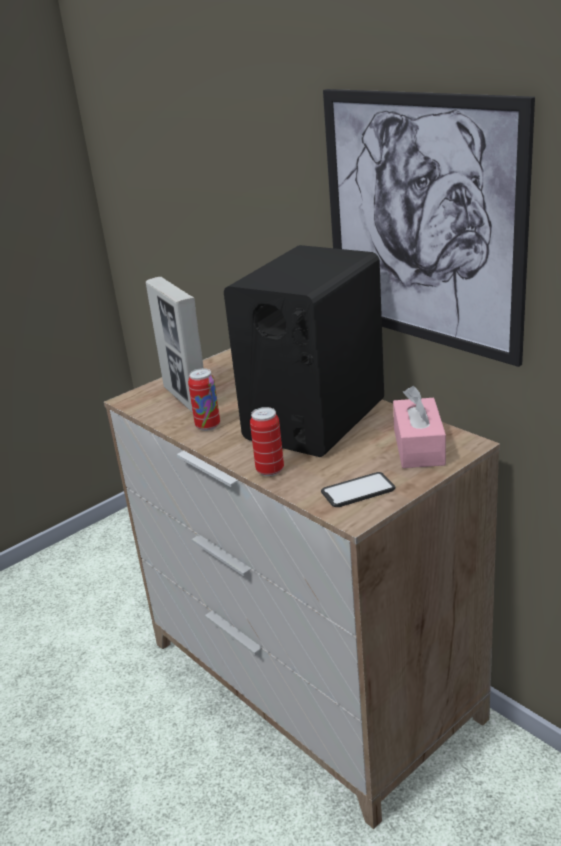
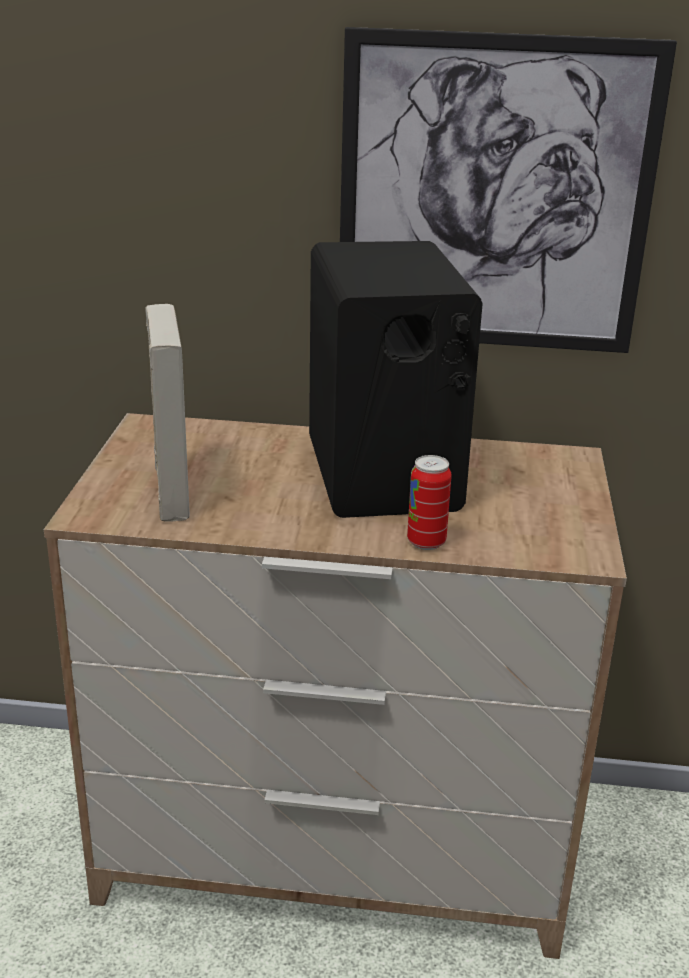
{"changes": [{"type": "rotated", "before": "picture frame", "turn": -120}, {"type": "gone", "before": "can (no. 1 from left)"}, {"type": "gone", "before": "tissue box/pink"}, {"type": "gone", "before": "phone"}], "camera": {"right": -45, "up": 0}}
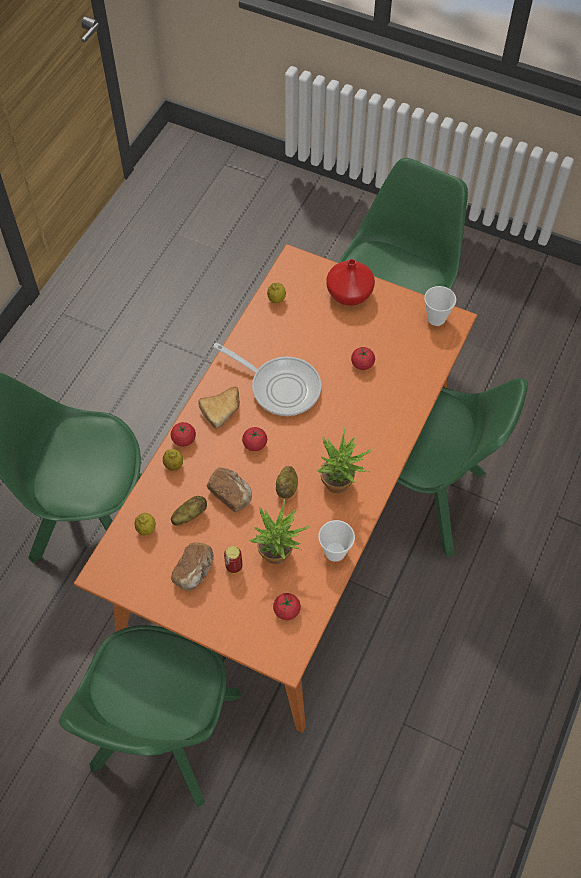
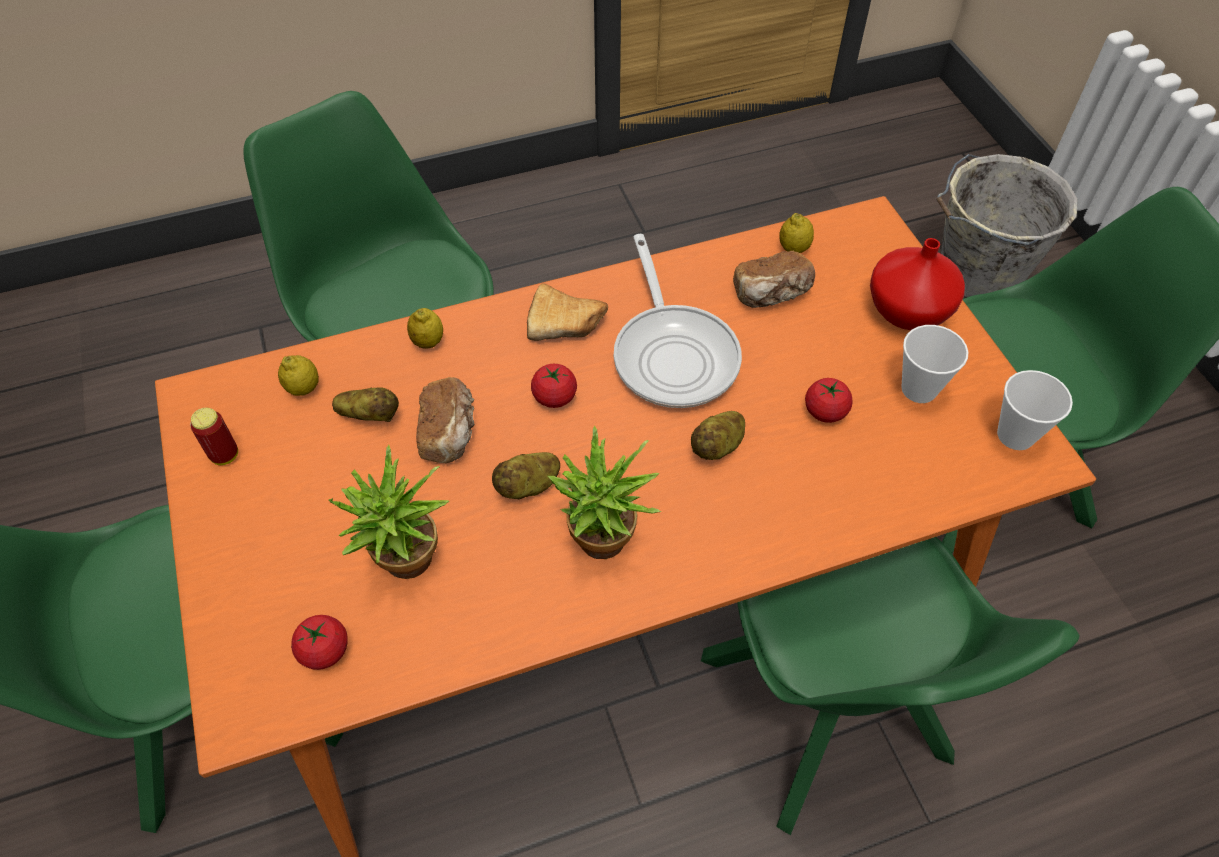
{"changes": [{"type": "gone", "before": "tomato (no. 1 from left)"}, {"type": "shifted", "before": "cup (no. 1 from left)"}, {"type": "shifted", "before": "bread (no. 1 from left in the first image)", "after": "bread (no. 3 from left)"}, {"type": "shifted", "before": "can"}, {"type": "new", "after": "bucket/grey"}, {"type": "new", "after": "potato (no. 3 from left)"}], "camera": {"right": 45, "up": -5}}
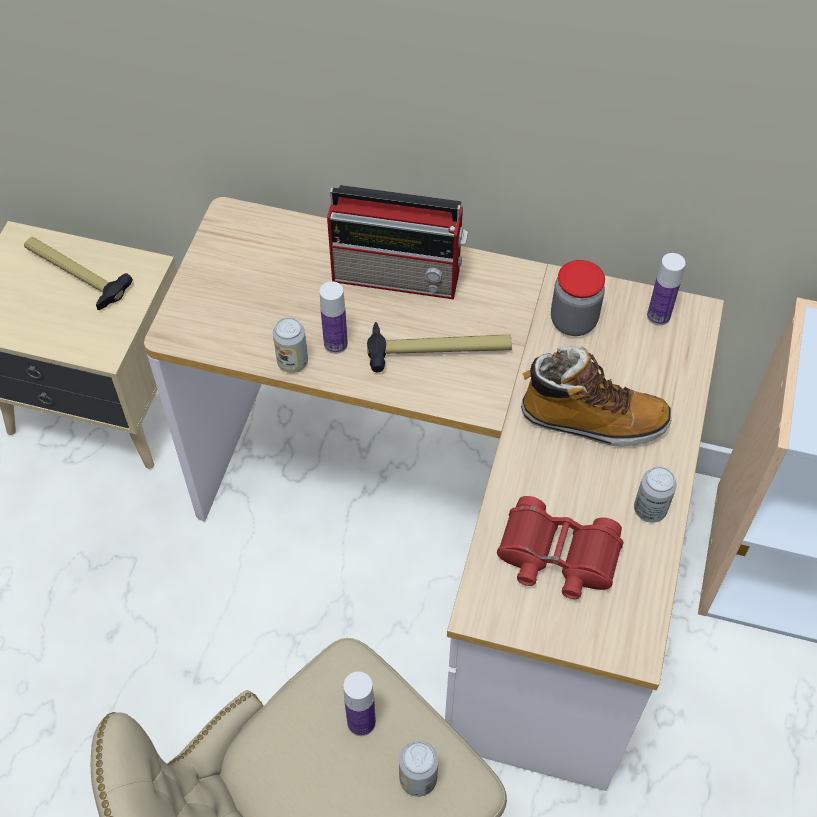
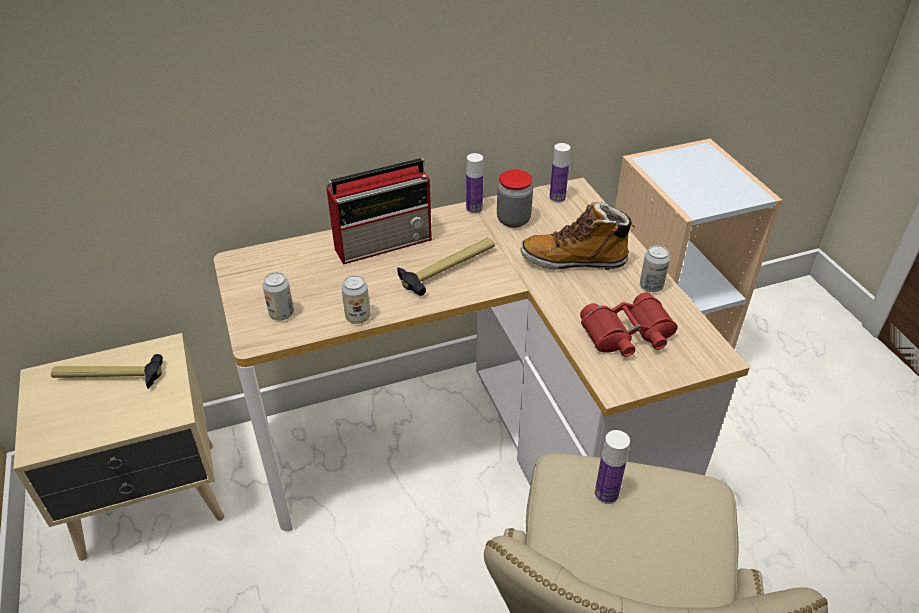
{"changes": [{"type": "shifted", "before": "bottle (no. 1 from left)"}, {"type": "rotated", "before": "boot", "turn": -150}, {"type": "shifted", "before": "can (no. 2 from left in the first image)", "after": "can (no. 1 from left)"}], "camera": {"right": -35, "up": -15}}
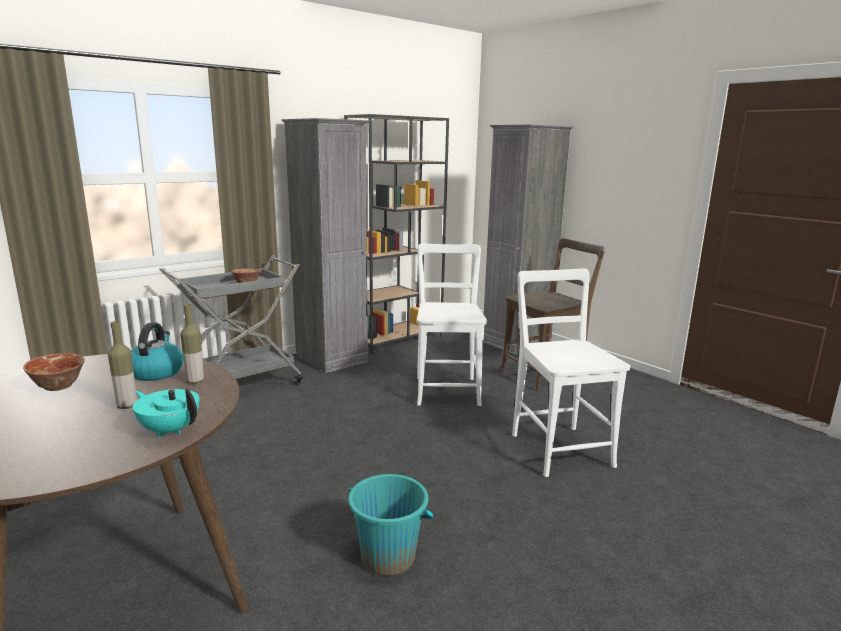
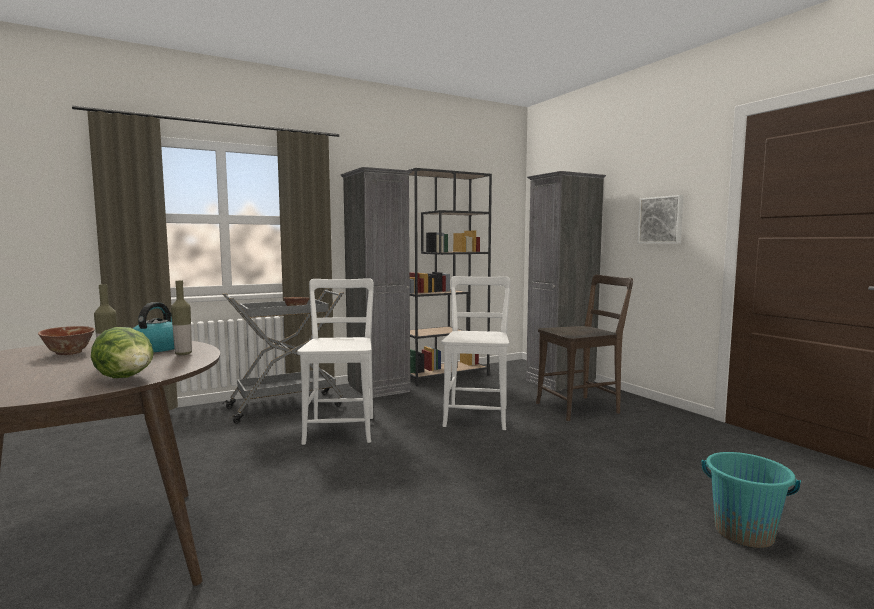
{"changes": [{"type": "shifted", "before": "chair/white (no. 2 from left in the first image)", "after": "chair/white (no. 1 from left)"}, {"type": "swapped", "before": "teapot/turquoise", "after": "lettuce"}, {"type": "shifted", "before": "bucket/turquoise"}, {"type": "new", "after": "picture"}], "camera": {"right": 10, "up": -10}}
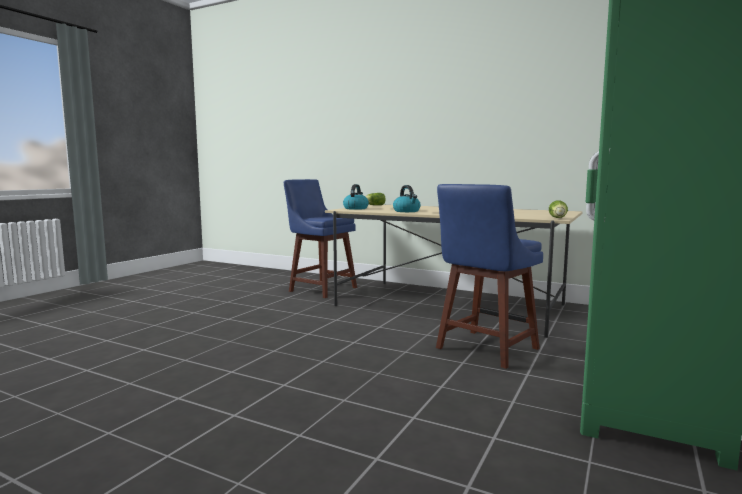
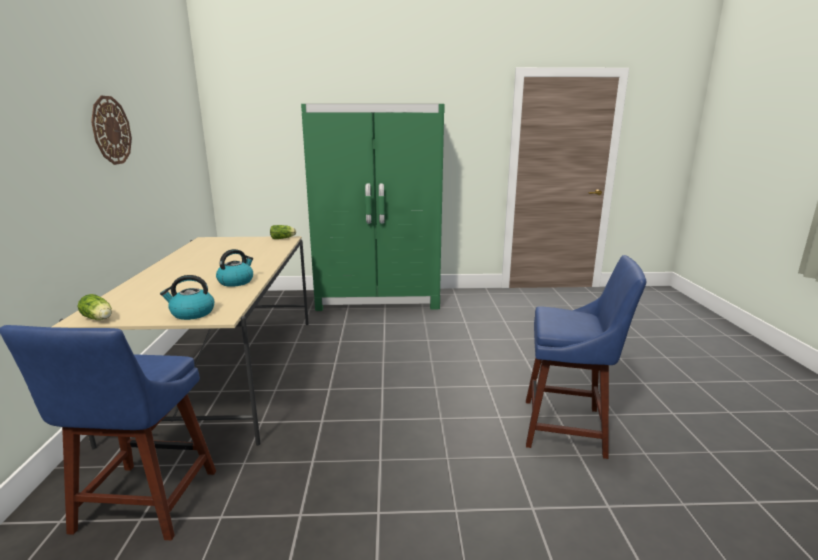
{"changes": [{"type": "shifted", "before": "chair/blue (no. 2 from left)"}, {"type": "new", "after": "wall clock"}], "camera": {"right": -120, "up": 10}}
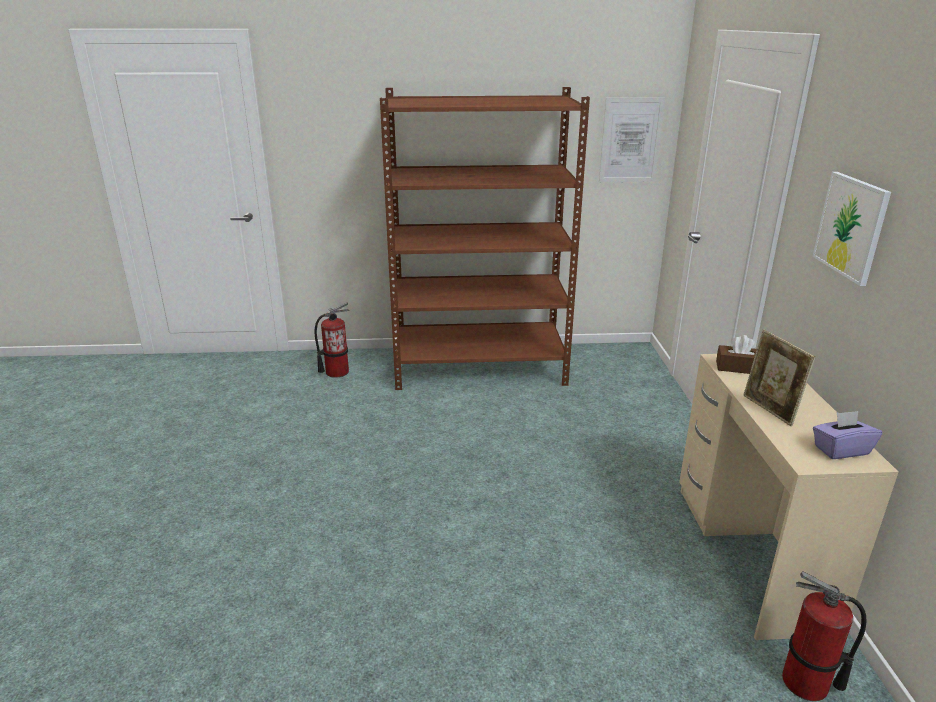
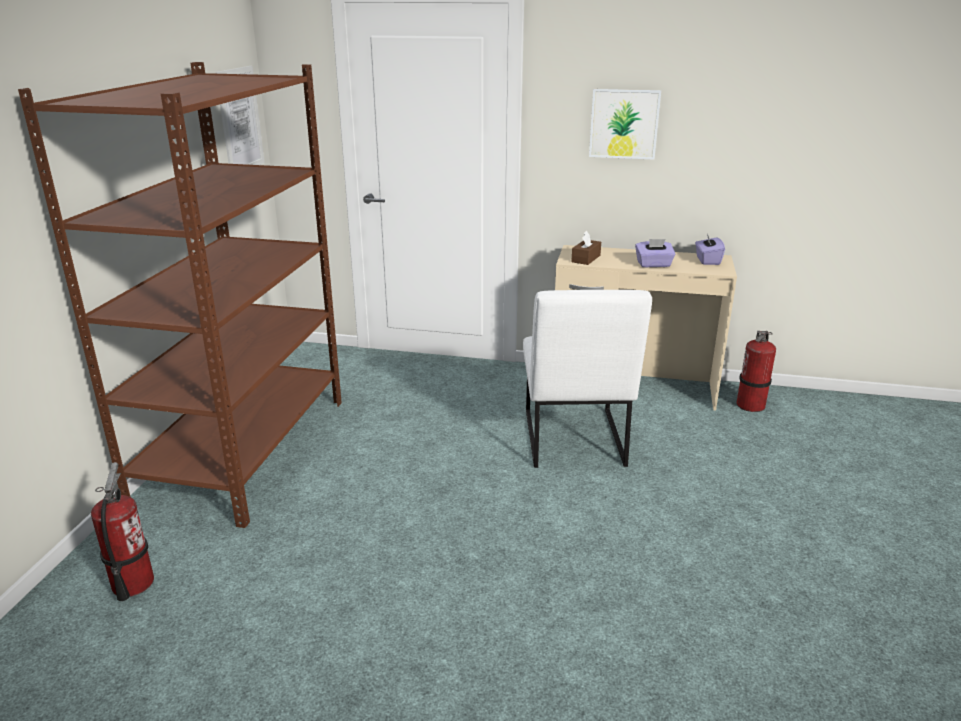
{"changes": [{"type": "swapped", "before": "picture frame", "after": "tissue box/purple (no. 1 from left)"}, {"type": "new", "after": "chair/white"}], "camera": {"right": -75, "up": 0}}
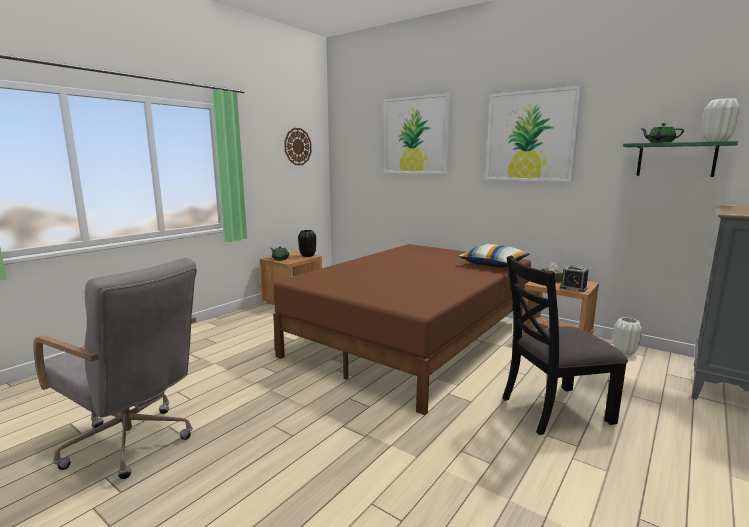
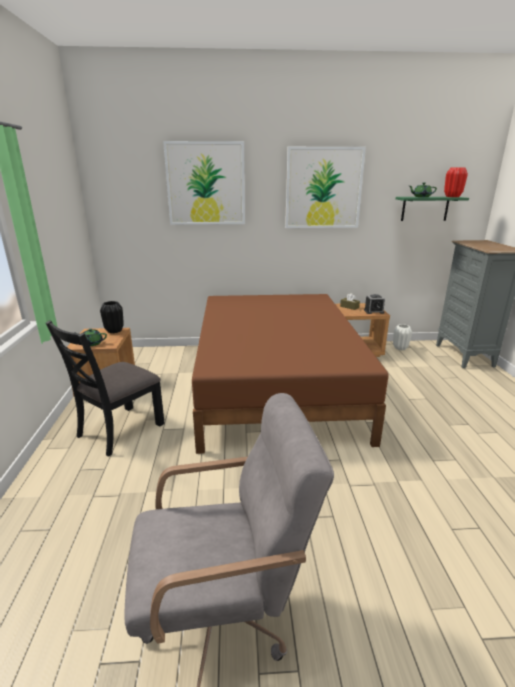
{"changes": [{"type": "repainted", "before": "vase/white (no. 2 from left)", "after": "vase/red"}, {"type": "gone", "before": "wall clock"}, {"type": "gone", "before": "pillow"}, {"type": "shifted", "before": "chair/black"}], "camera": {"right": -40, "up": 10}}
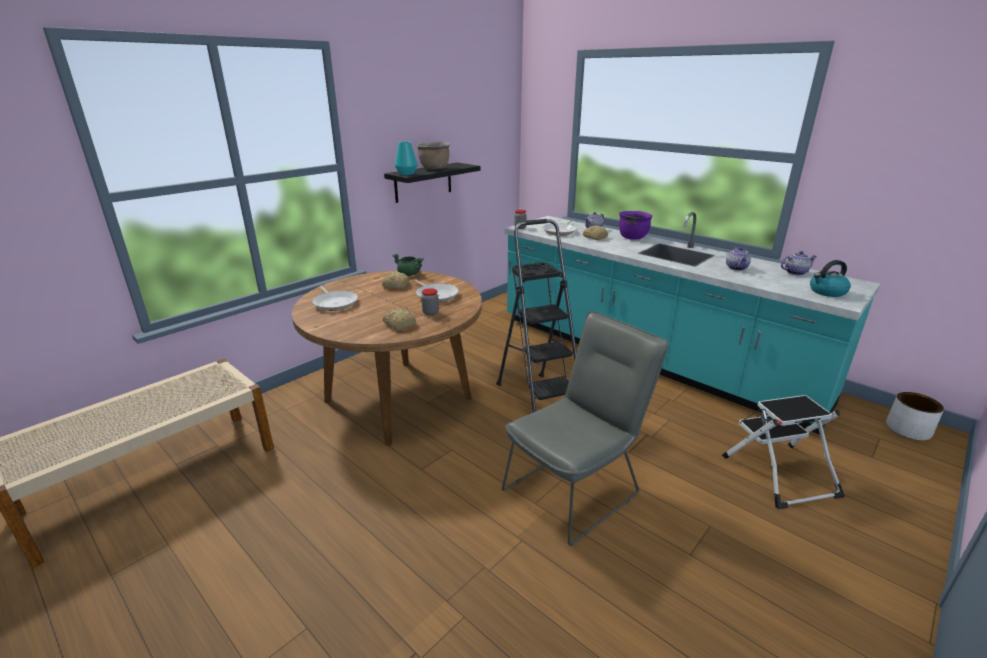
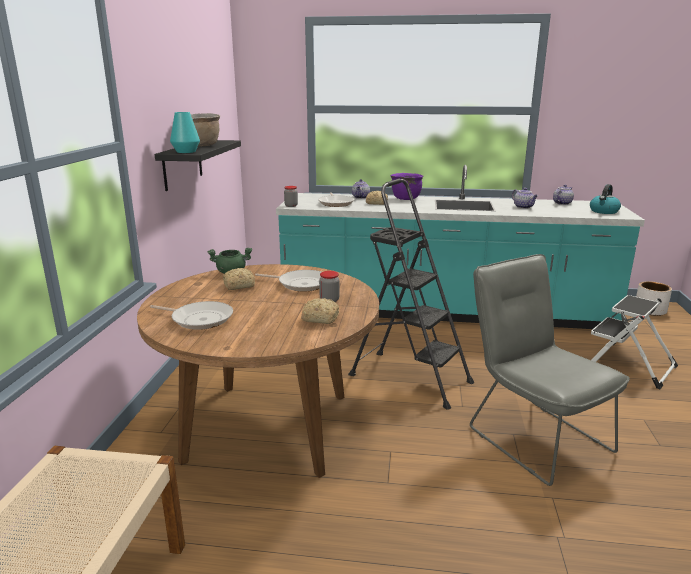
{"changes": [{"type": "rotated", "before": "chair/grey", "turn": -45}], "camera": {"right": -35, "up": -5}}
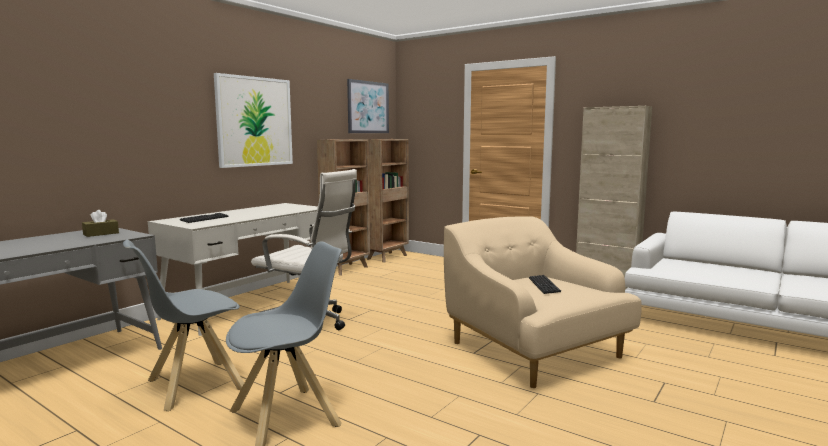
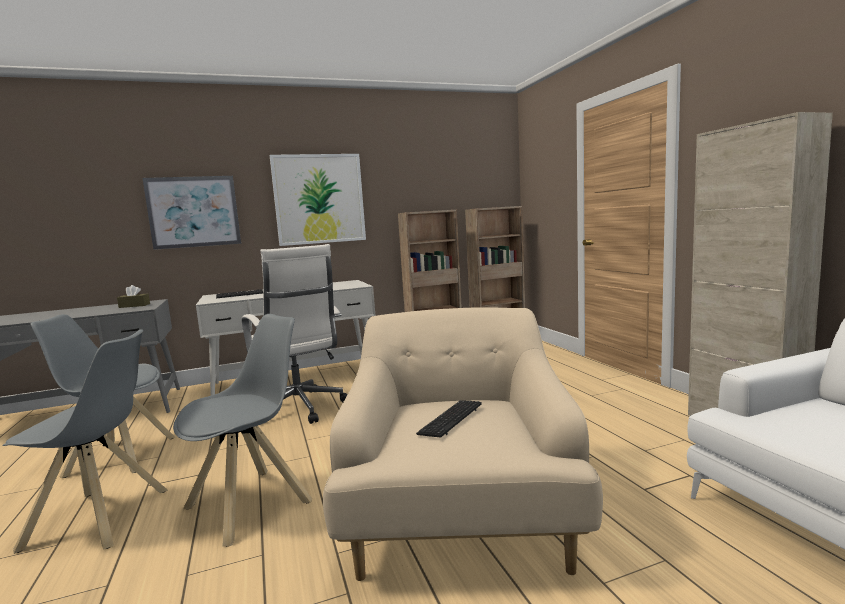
{"changes": [{"type": "shifted", "before": "picture (no. 2 from left in the first image)", "after": "picture (no. 1 from left)"}, {"type": "new", "after": "chair/grey (no. 3 from left)"}], "camera": {"right": 35, "up": 0}}
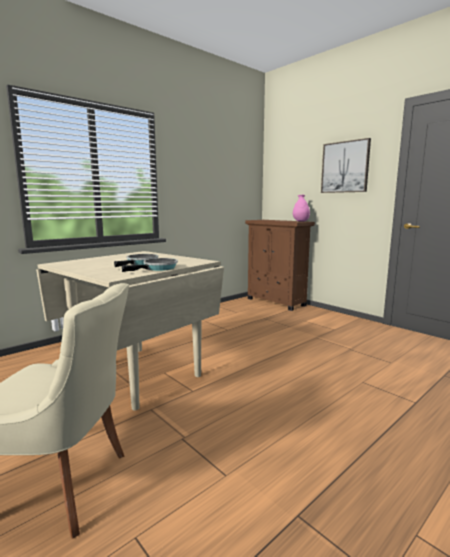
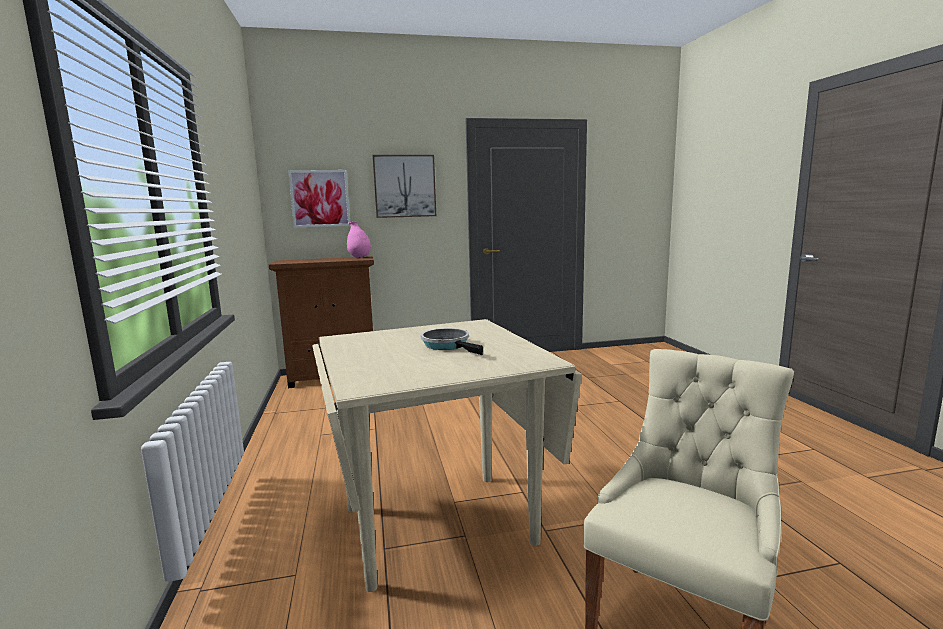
{"changes": [{"type": "gone", "before": "frying pan (no. 2 from left)"}, {"type": "new", "after": "picture (no. 1 from left)"}], "camera": {"right": -60, "up": 0}}
